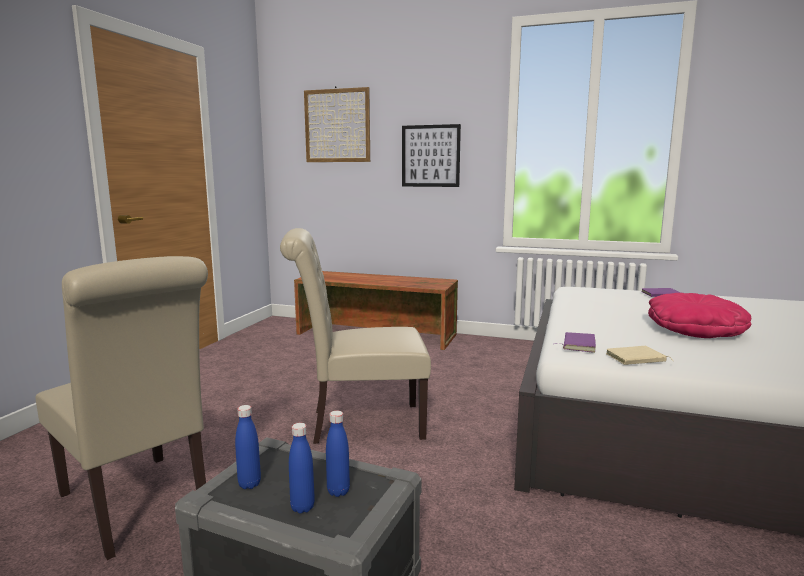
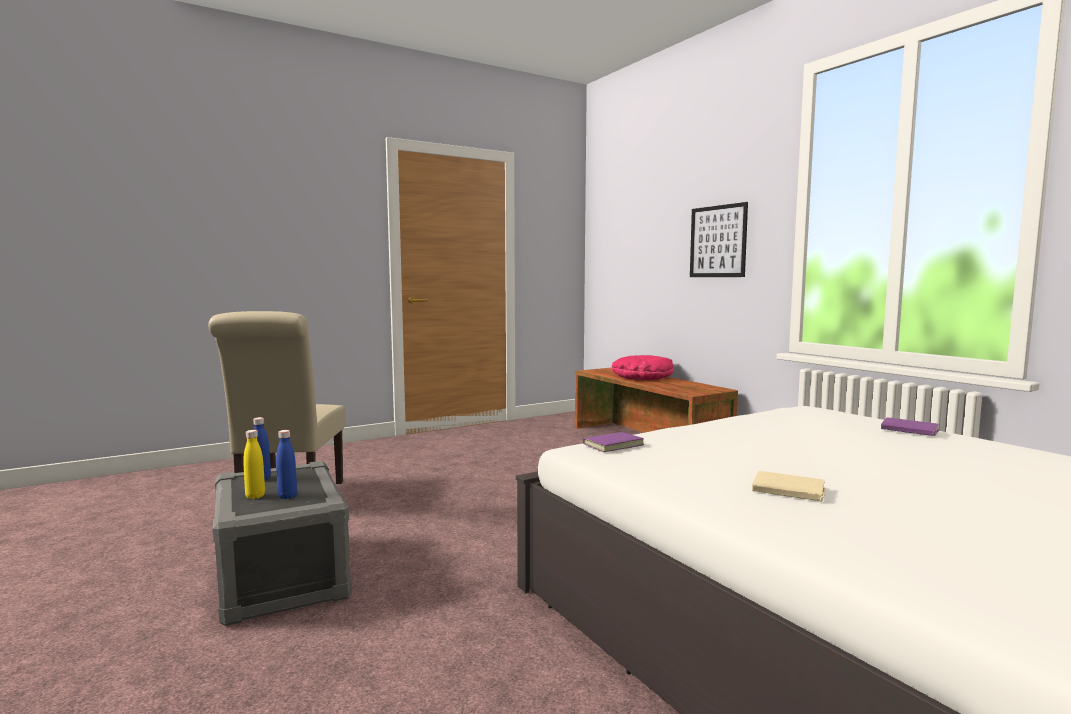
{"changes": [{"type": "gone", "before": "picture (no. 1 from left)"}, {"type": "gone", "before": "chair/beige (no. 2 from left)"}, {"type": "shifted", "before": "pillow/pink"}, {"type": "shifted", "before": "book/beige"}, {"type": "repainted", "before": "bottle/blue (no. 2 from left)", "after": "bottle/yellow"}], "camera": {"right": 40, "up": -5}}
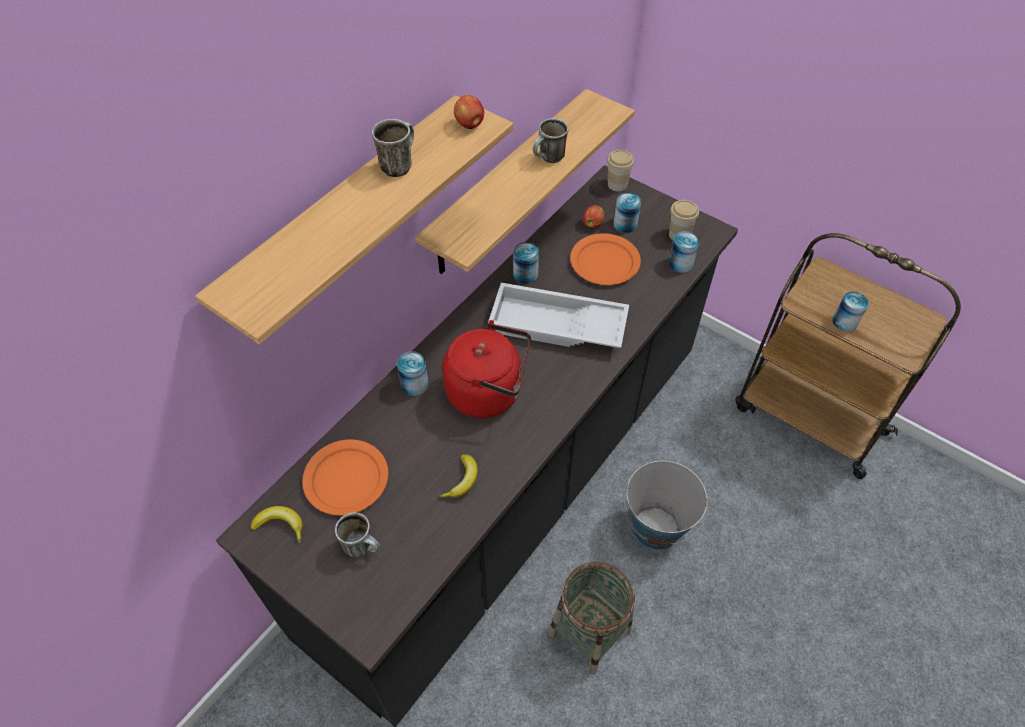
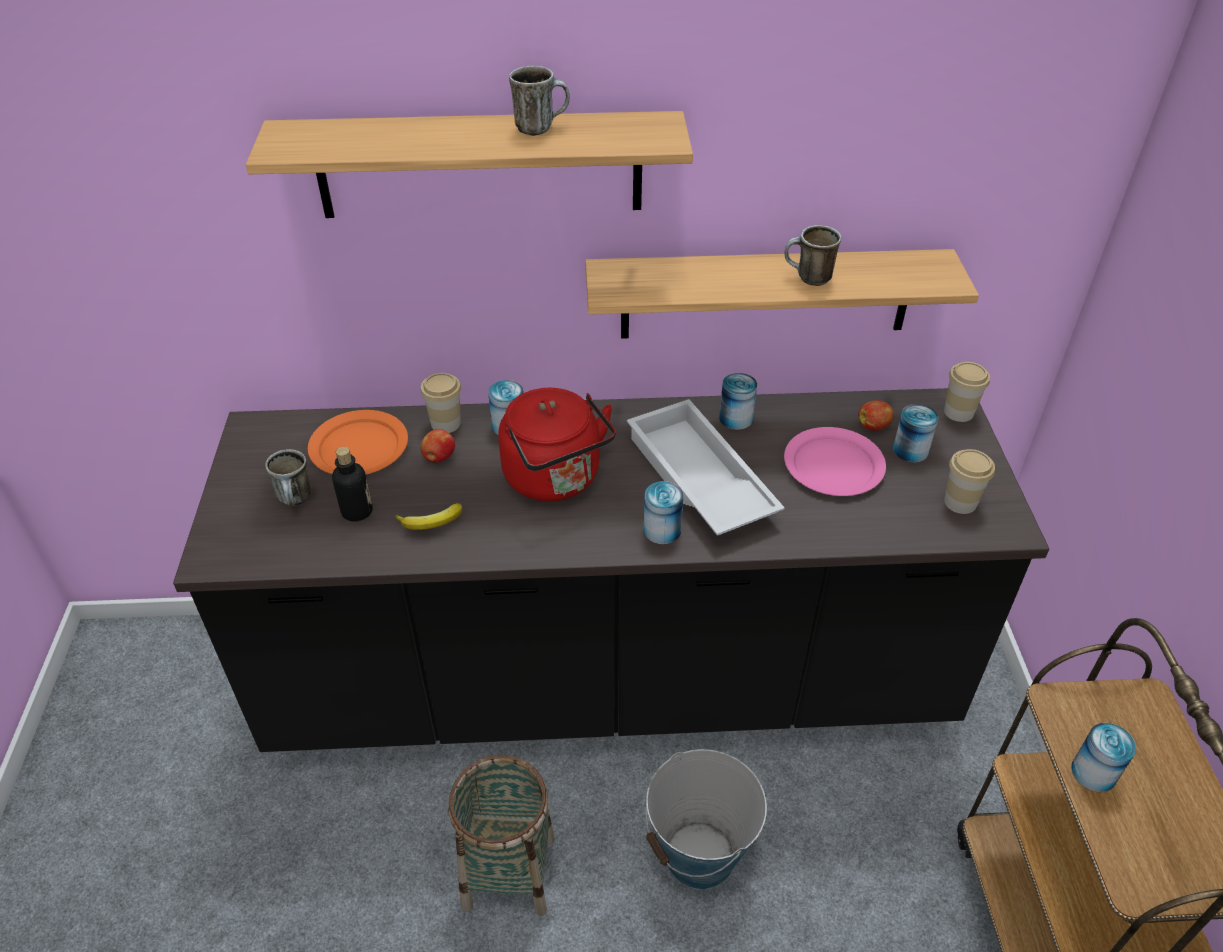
{"changes": [{"type": "shifted", "before": "apple (no. 1 from left)"}, {"type": "shifted", "before": "can (no. 4 from left in the first image)", "after": "can (no. 2 from left)"}, {"type": "repainted", "before": "plate/orange (no. 2 from left)", "after": "plate/pink"}, {"type": "gone", "before": "banana (no. 1 from left)"}, {"type": "new", "after": "cup (no. 1 from left)"}, {"type": "new", "after": "bottle"}], "camera": {"right": 50, "up": -10}}
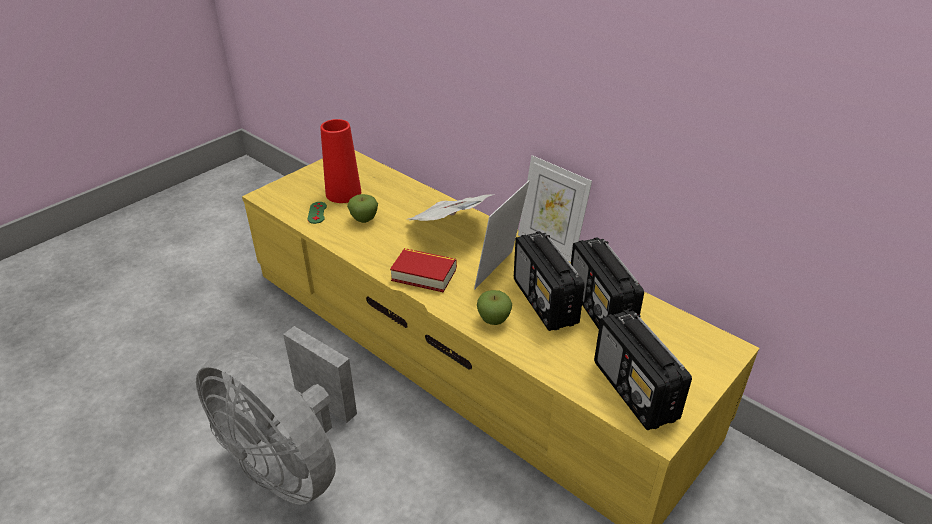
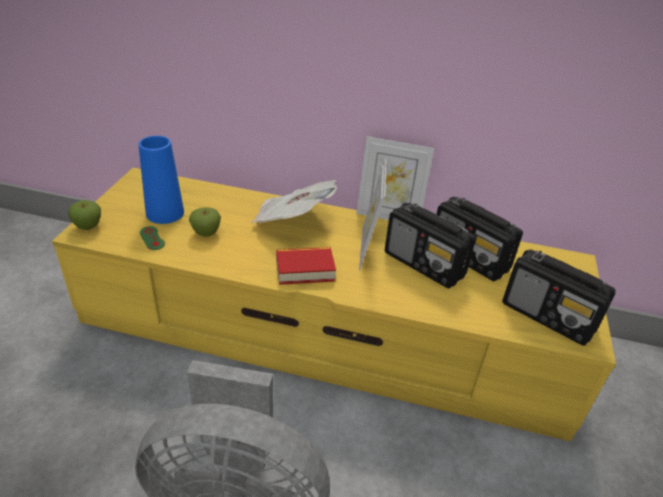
{"changes": [{"type": "repainted", "before": "vase/red", "after": "vase/blue"}, {"type": "shifted", "before": "apple (no. 2 from left in the first image)", "after": "apple (no. 1 from left)"}], "camera": {"right": -30, "up": 0}}
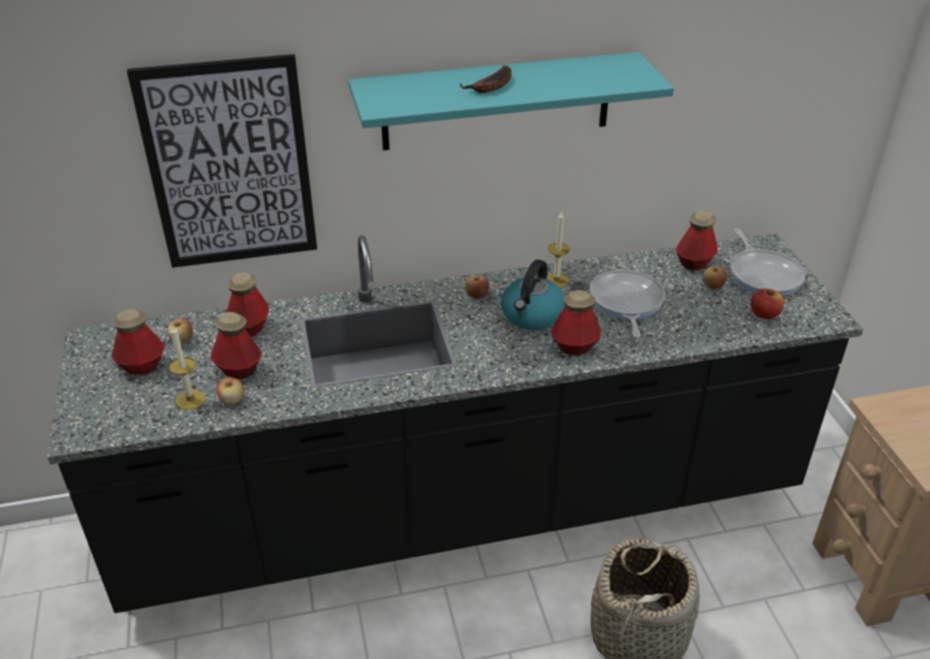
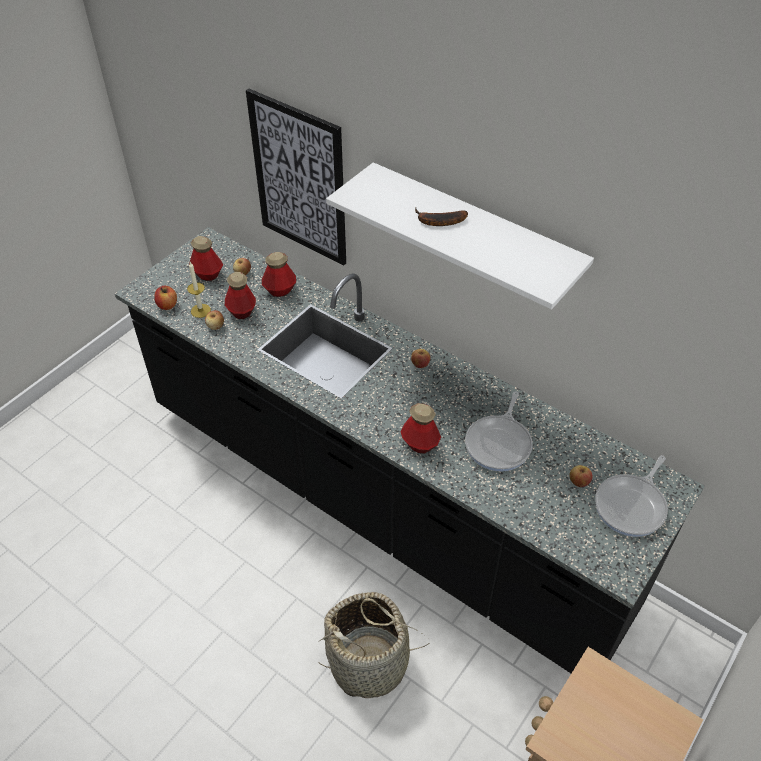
{"changes": [{"type": "repainted", "before": "shelf/turquoise", "after": "shelf/white"}, {"type": "gone", "before": "bottle (no. 5 from left)"}, {"type": "gone", "before": "candle (no. 2 from left)"}, {"type": "gone", "before": "kettle"}, {"type": "rotated", "before": "frying pan (no. 1 from left)", "turn": 150}, {"type": "shifted", "before": "apple (no. 5 from left in the first image)", "after": "apple (no. 1 from left)"}], "camera": {"right": 50, "up": 10}}
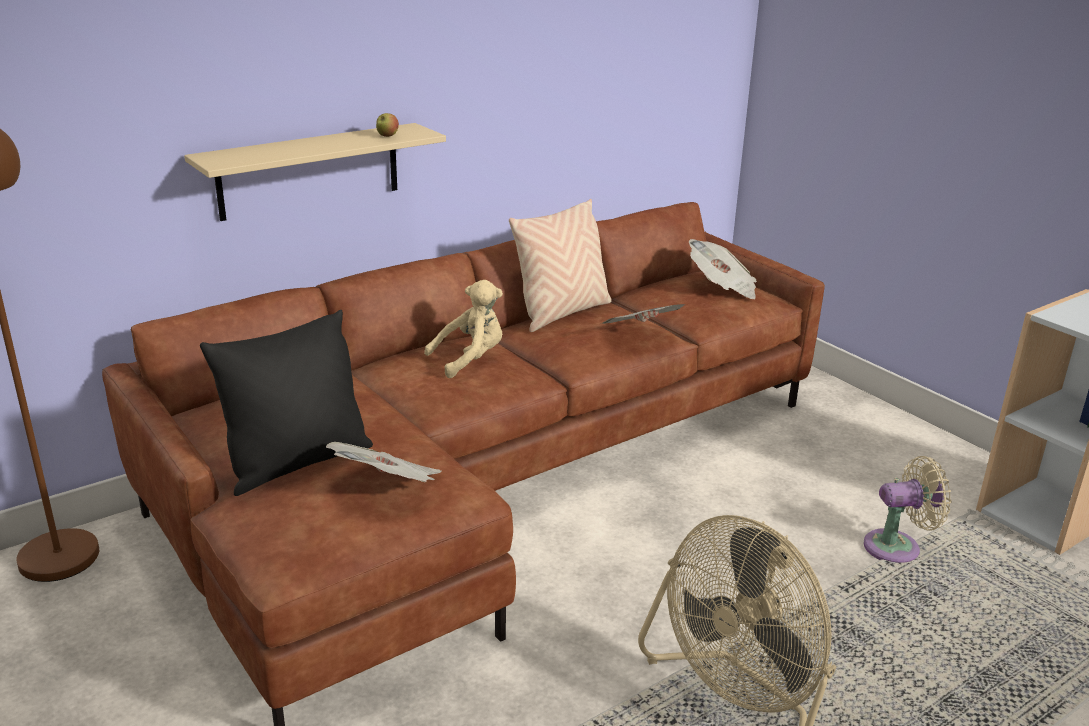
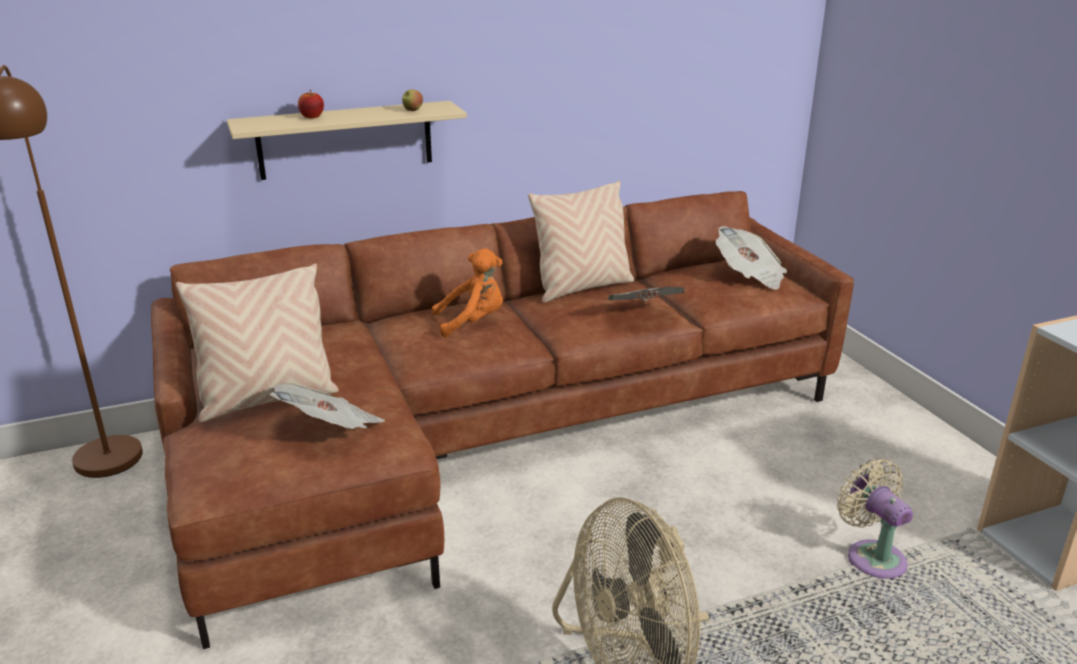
{"changes": [{"type": "repainted", "before": "plush toy/beige", "after": "plush toy/orange"}, {"type": "repainted", "before": "pillow/black", "after": "pillow/beige (no. 1 from left)"}, {"type": "rotated", "before": "fan/beige (no. 2 from left)", "turn": -120}, {"type": "new", "after": "apple (no. 1 from left)"}], "camera": {"right": 15, "up": 0}}
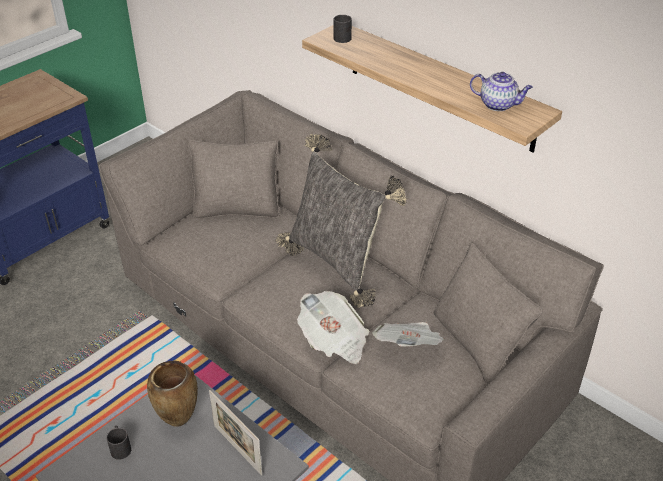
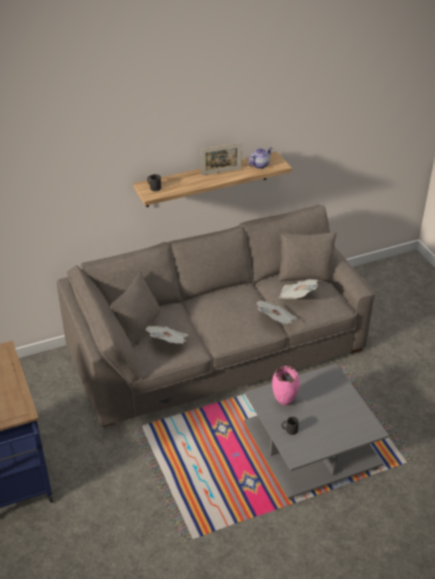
{"changes": [{"type": "gone", "before": "pillow"}, {"type": "repainted", "before": "vase/brown", "after": "vase/pink"}, {"type": "shifted", "before": "picture frame"}, {"type": "new", "after": "newspaper (no. 1 from left)"}], "camera": {"right": -65, "up": 0}}
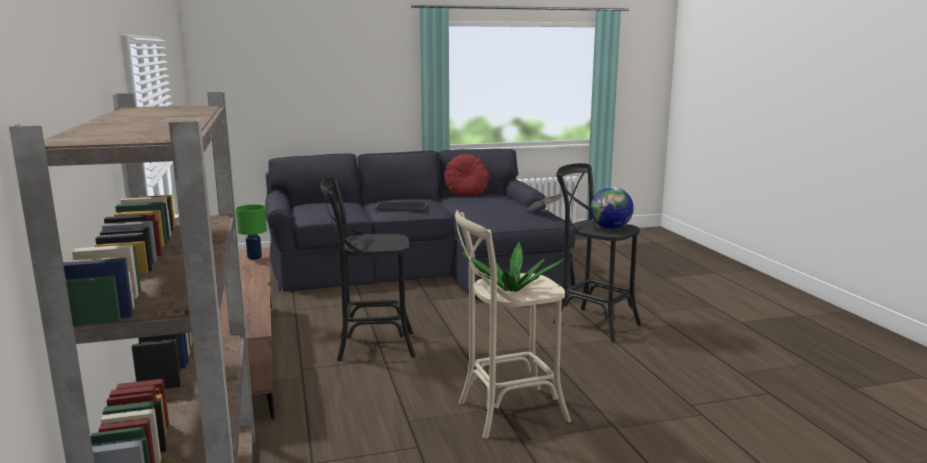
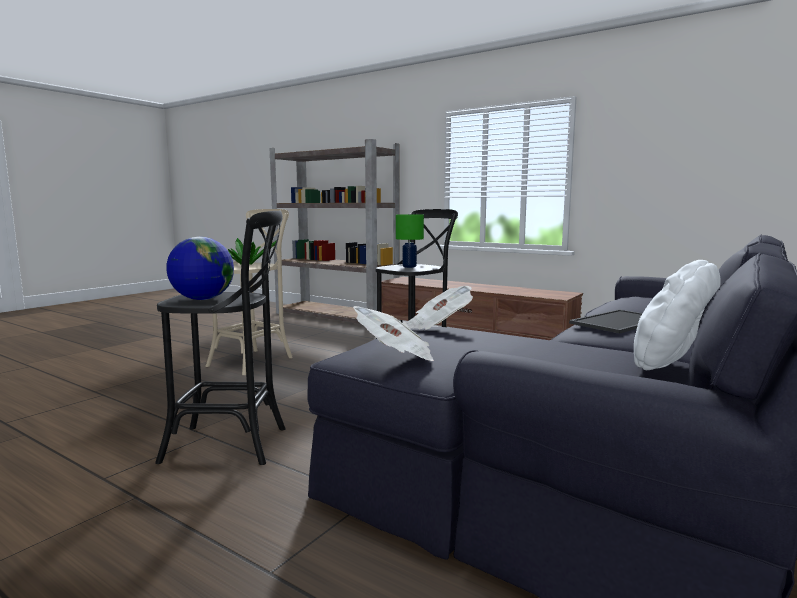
{"changes": [{"type": "repainted", "before": "pillow/red", "after": "pillow/white"}, {"type": "shifted", "before": "table lamp/green"}, {"type": "new", "after": "newspaper (no. 2 from left)"}], "camera": {"right": 140, "up": -5}}
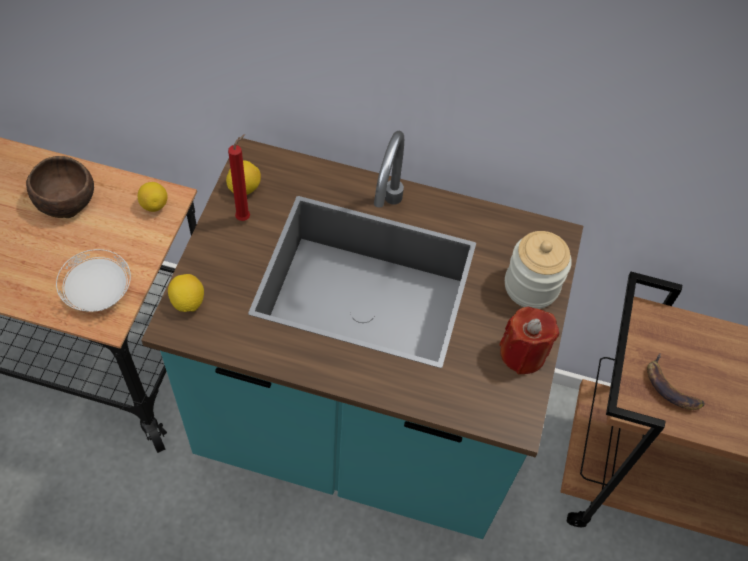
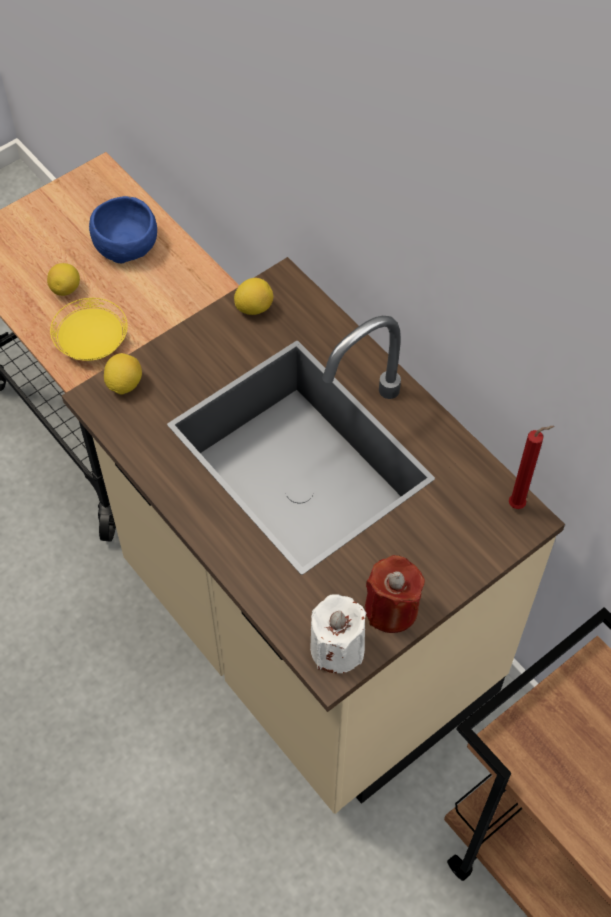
{"changes": [{"type": "repainted", "before": "counter/turquoise", "after": "counter/beige"}, {"type": "shifted", "before": "candle/red (no. 1 from left in the first image)", "after": "candle/red (no. 2 from left)"}, {"type": "repainted", "before": "bowl/brown", "after": "bowl/blue"}, {"type": "shifted", "before": "lemon (no. 1 from left)"}, {"type": "gone", "before": "jar"}, {"type": "repainted", "before": "plate/white", "after": "plate/yellow"}, {"type": "gone", "before": "banana"}, {"type": "new", "after": "candle/white"}], "camera": {"right": 40, "up": 0}}
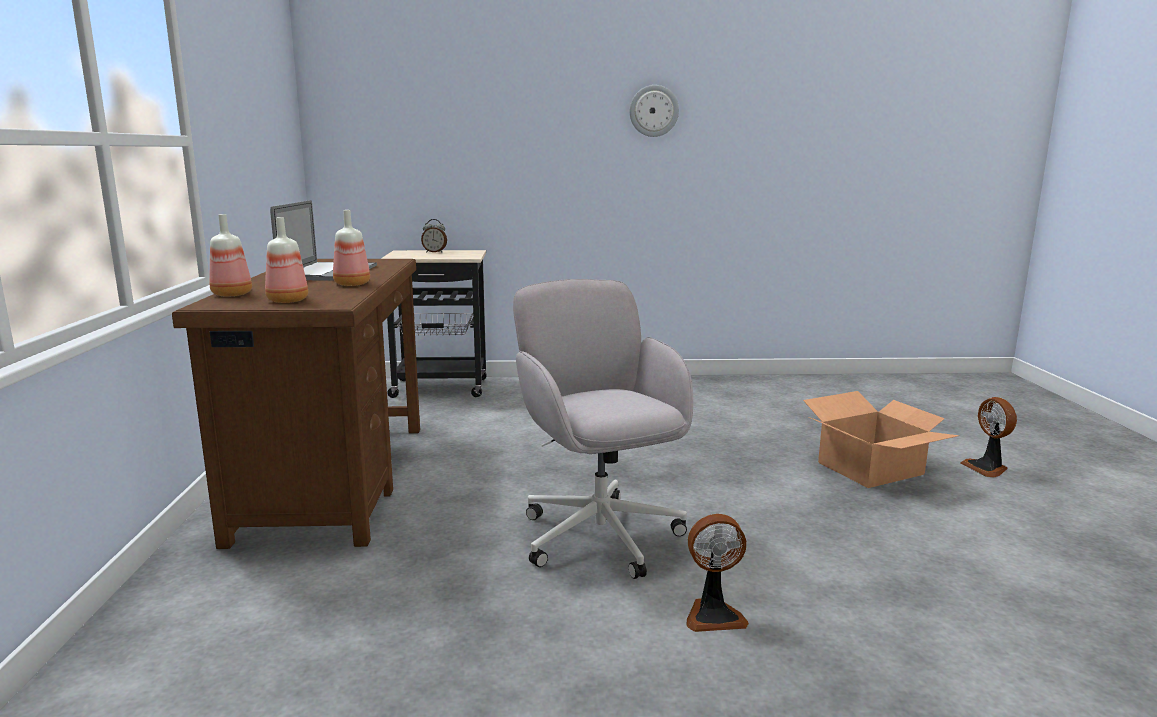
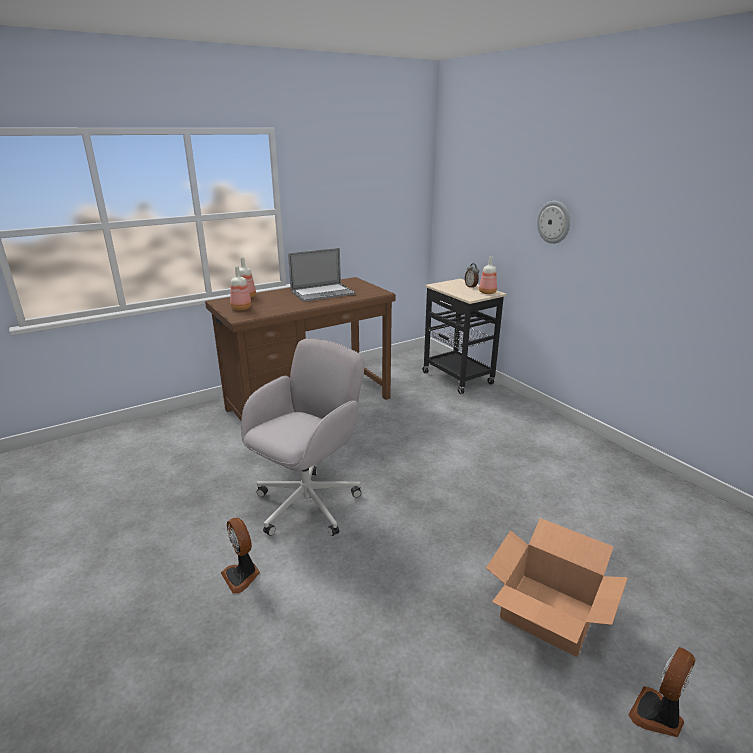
{"changes": [{"type": "shifted", "before": "wall clock"}, {"type": "shifted", "before": "bottle (no. 3 from left)"}], "camera": {"right": 60, "up": 10}}
